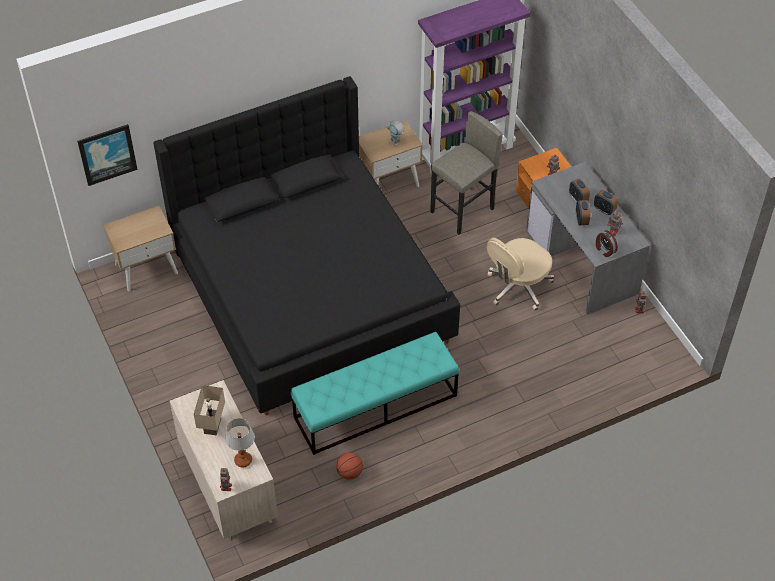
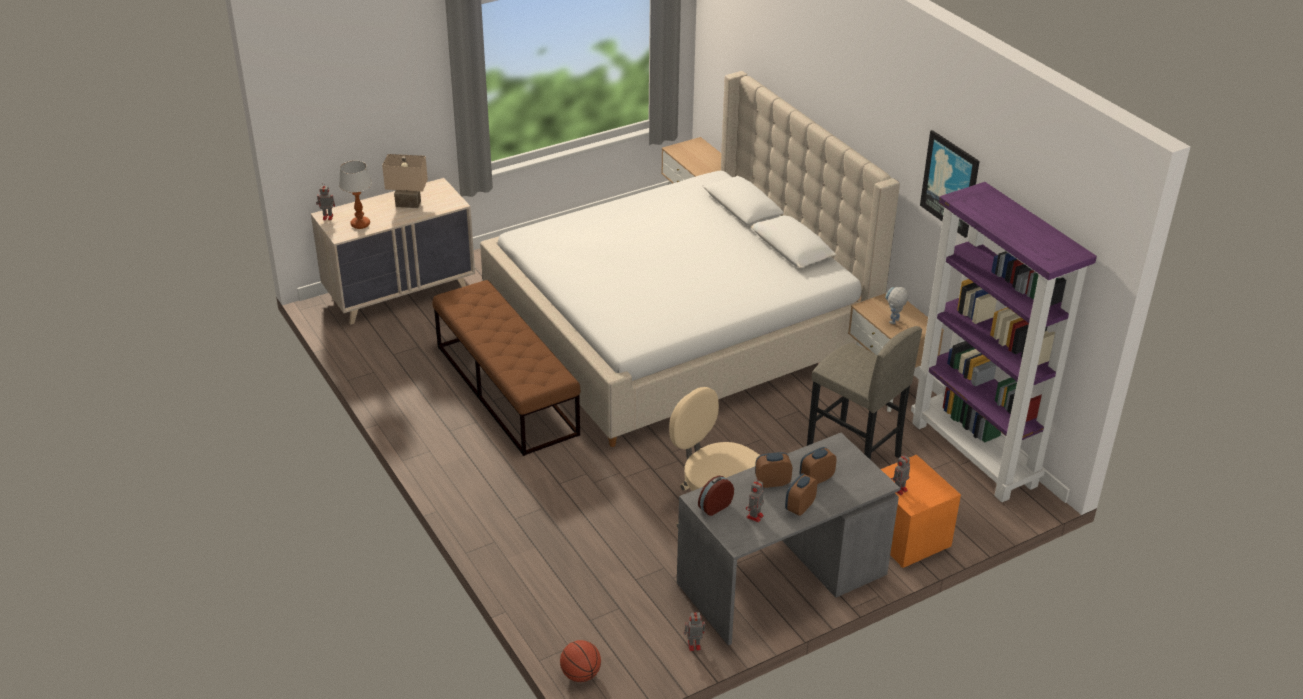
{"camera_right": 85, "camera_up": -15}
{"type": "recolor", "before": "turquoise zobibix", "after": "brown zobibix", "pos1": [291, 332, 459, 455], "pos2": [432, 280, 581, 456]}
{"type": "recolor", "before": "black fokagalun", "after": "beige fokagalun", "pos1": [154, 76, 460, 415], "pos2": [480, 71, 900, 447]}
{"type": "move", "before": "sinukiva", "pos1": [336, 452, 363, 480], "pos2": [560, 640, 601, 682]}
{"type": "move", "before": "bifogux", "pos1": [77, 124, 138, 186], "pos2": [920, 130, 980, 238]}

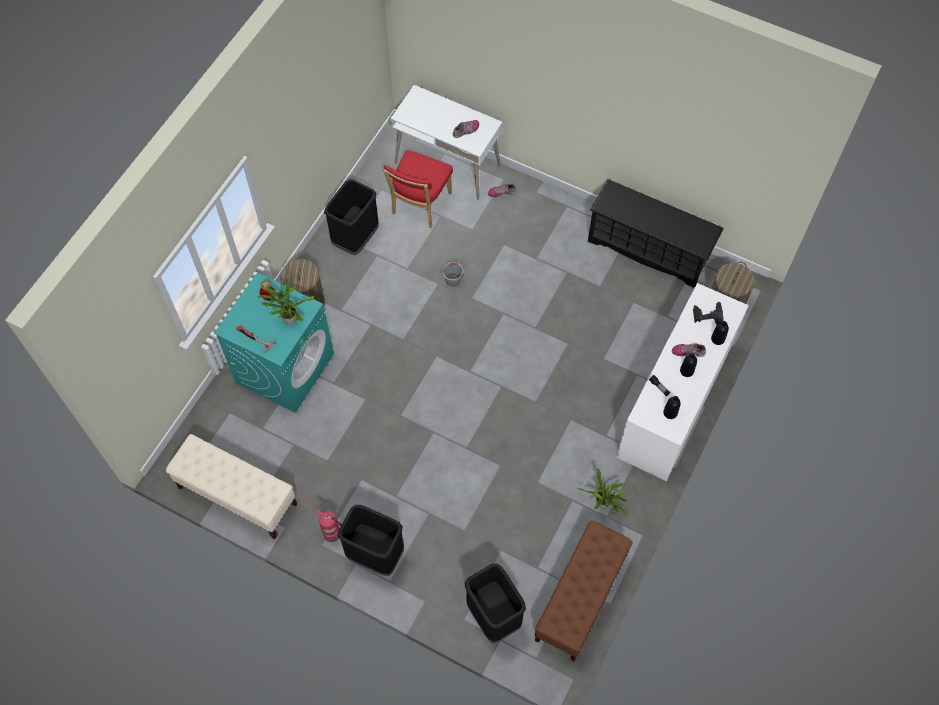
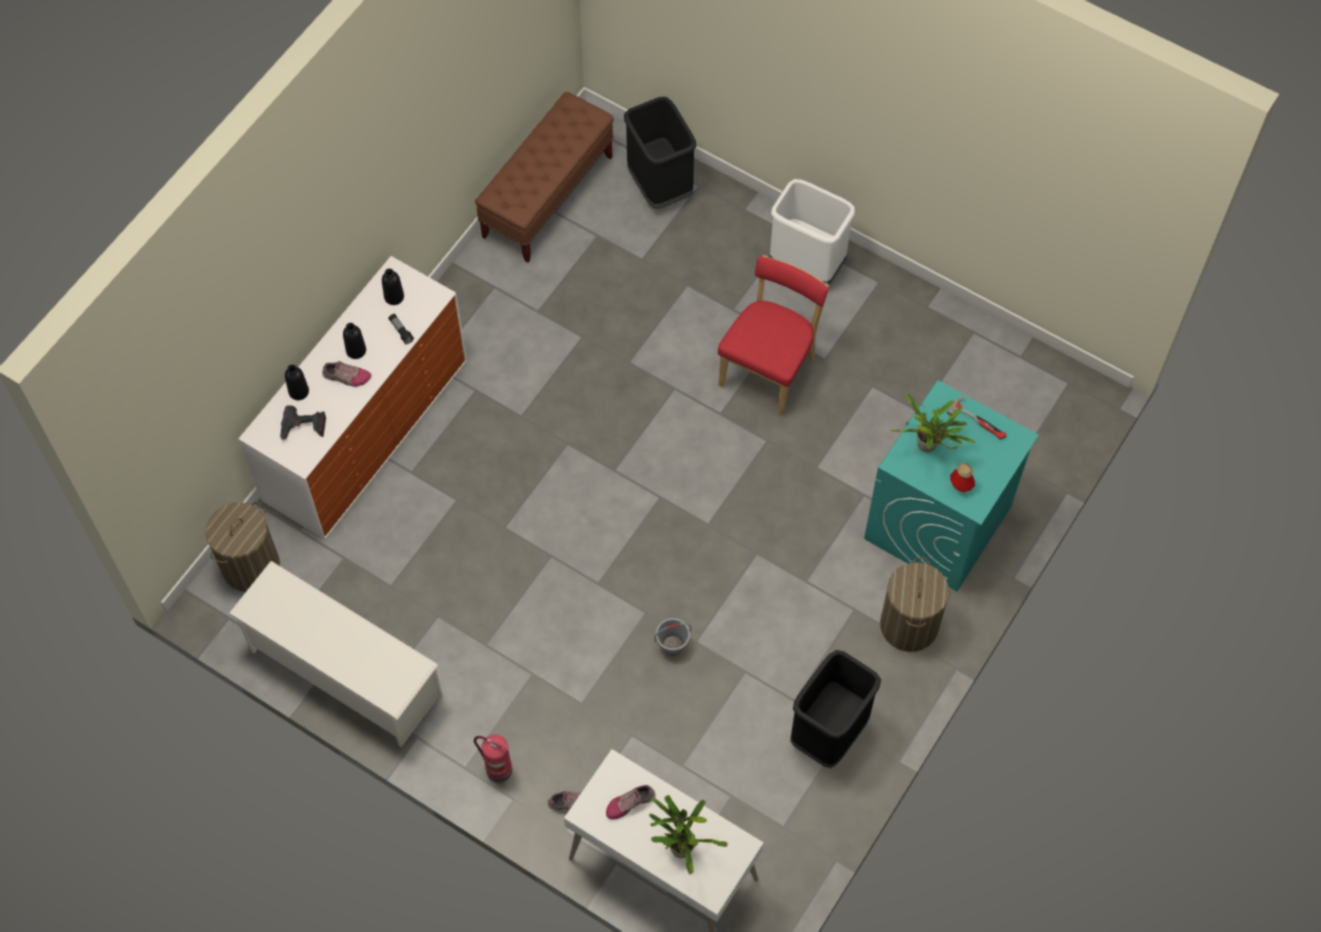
{"camera_right": -175, "camera_up": 0}
{"type": "recolor", "before": "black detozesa", "after": "white detozesa", "pos1": [588, 179, 724, 288], "pos2": [229, 561, 443, 747]}
{"type": "move", "before": "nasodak", "pos1": [315, 510, 342, 542], "pos2": [474, 734, 512, 782]}
{"type": "move", "before": "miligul", "pos1": [578, 468, 628, 515], "pos2": [649, 795, 728, 875]}
{"type": "move", "before": "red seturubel", "pos1": [383, 150, 453, 228], "pos2": [718, 255, 829, 416]}
{"type": "recolor", "before": "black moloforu", "after": "white moloforu", "pos1": [338, 505, 404, 576], "pos2": [770, 179, 855, 285]}
{"type": "delete", "before": "beige zobibix", "pos1": [166, 434, 297, 539]}

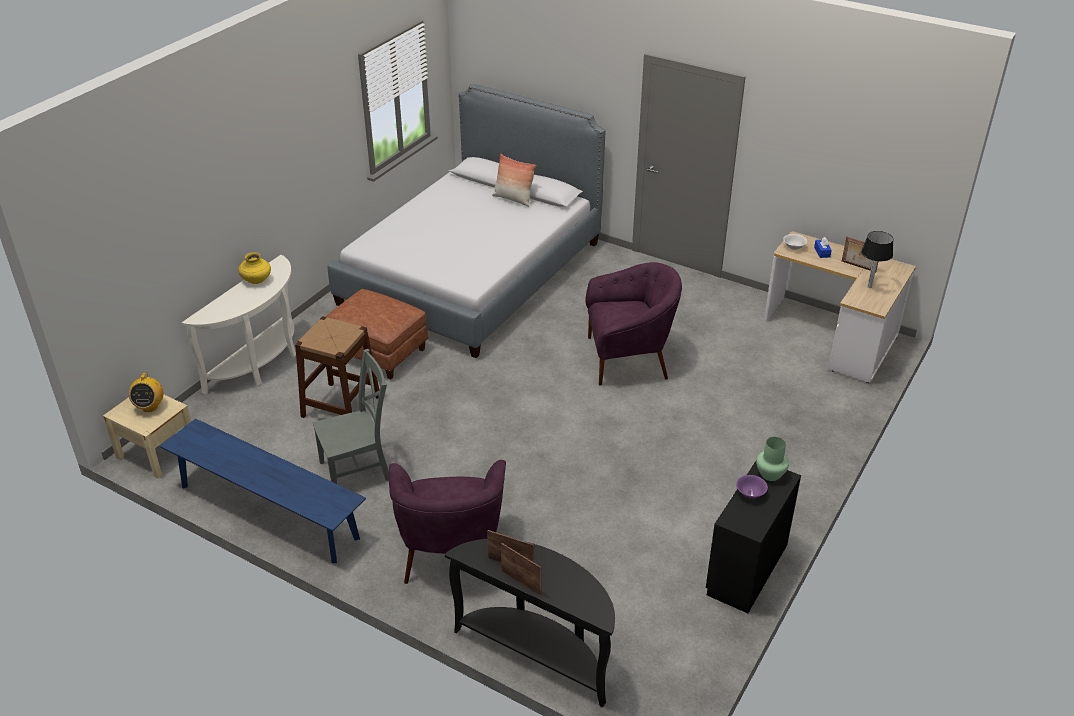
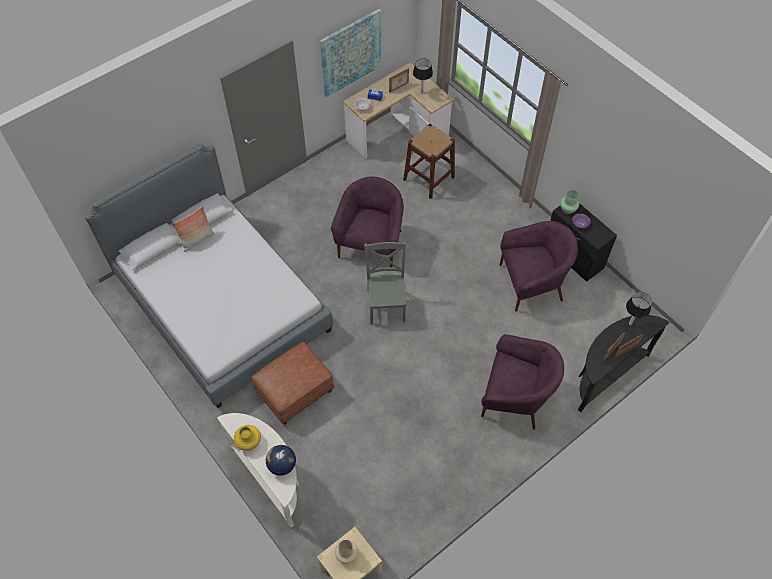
{"camera_right": -70, "camera_up": 20}
{"type": "insert", "after": "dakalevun", "pos2": [266, 445, 296, 476]}
{"type": "insert", "after": "bifogux", "pos2": [320, 9, 381, 97]}
{"type": "replace", "before": "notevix", "after": "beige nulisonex", "pos1": [129, 372, 164, 412], "pos2": [335, 540, 358, 564]}
{"type": "move", "before": "grey seturubel", "pos1": [313, 349, 389, 484], "pos2": [364, 241, 407, 324]}
{"type": "move", "before": "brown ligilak", "pos1": [295, 316, 380, 418], "pos2": [403, 124, 455, 199]}
{"type": "insert", "after": "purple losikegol", "pos2": [500, 221, 578, 311]}
{"type": "insert", "after": "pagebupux", "pos2": [626, 292, 652, 325]}
{"type": "delete", "before": "blue zobibix", "pos1": [160, 419, 366, 563]}

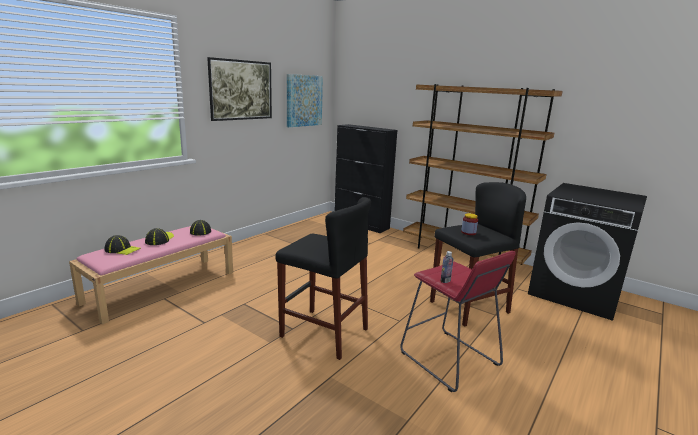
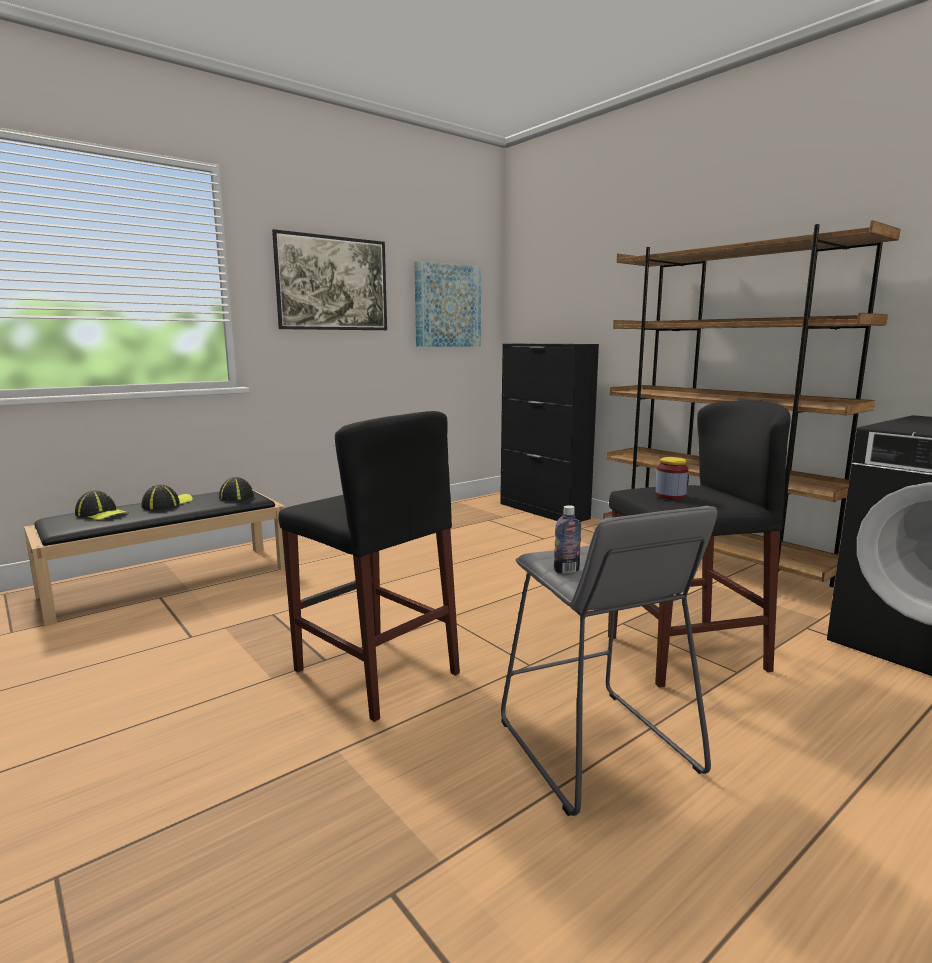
{"camera_right": 15, "camera_up": -5}
{"type": "recolor", "before": "pink zobibix", "after": "black zobibix", "pos1": [69, 226, 233, 325], "pos2": [24, 491, 285, 626]}
{"type": "recolor", "before": "red ligilak", "after": "grey ligilak", "pos1": [400, 251, 516, 392], "pos2": [501, 506, 717, 816]}

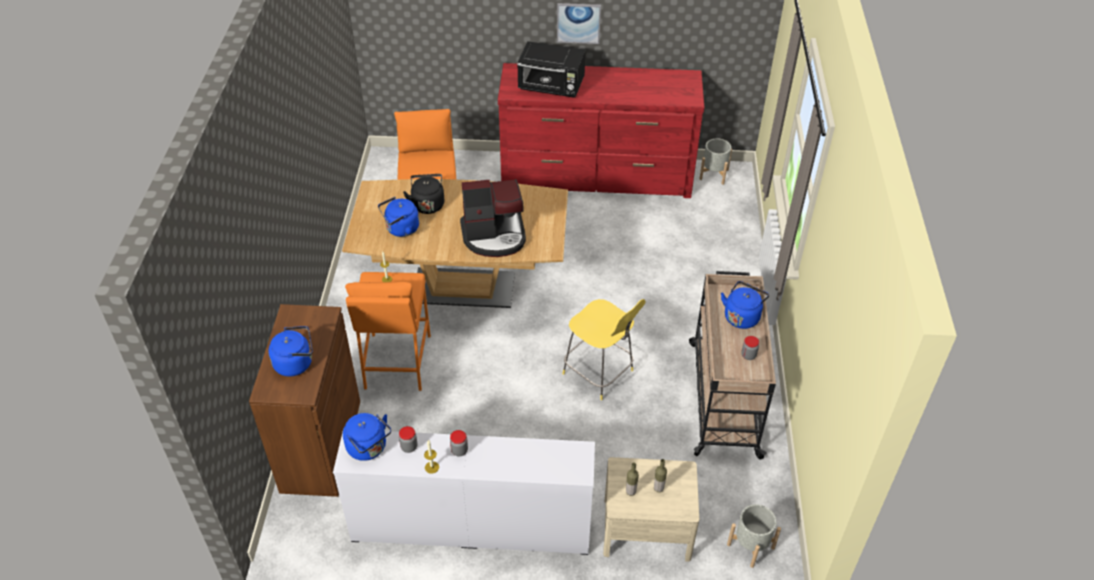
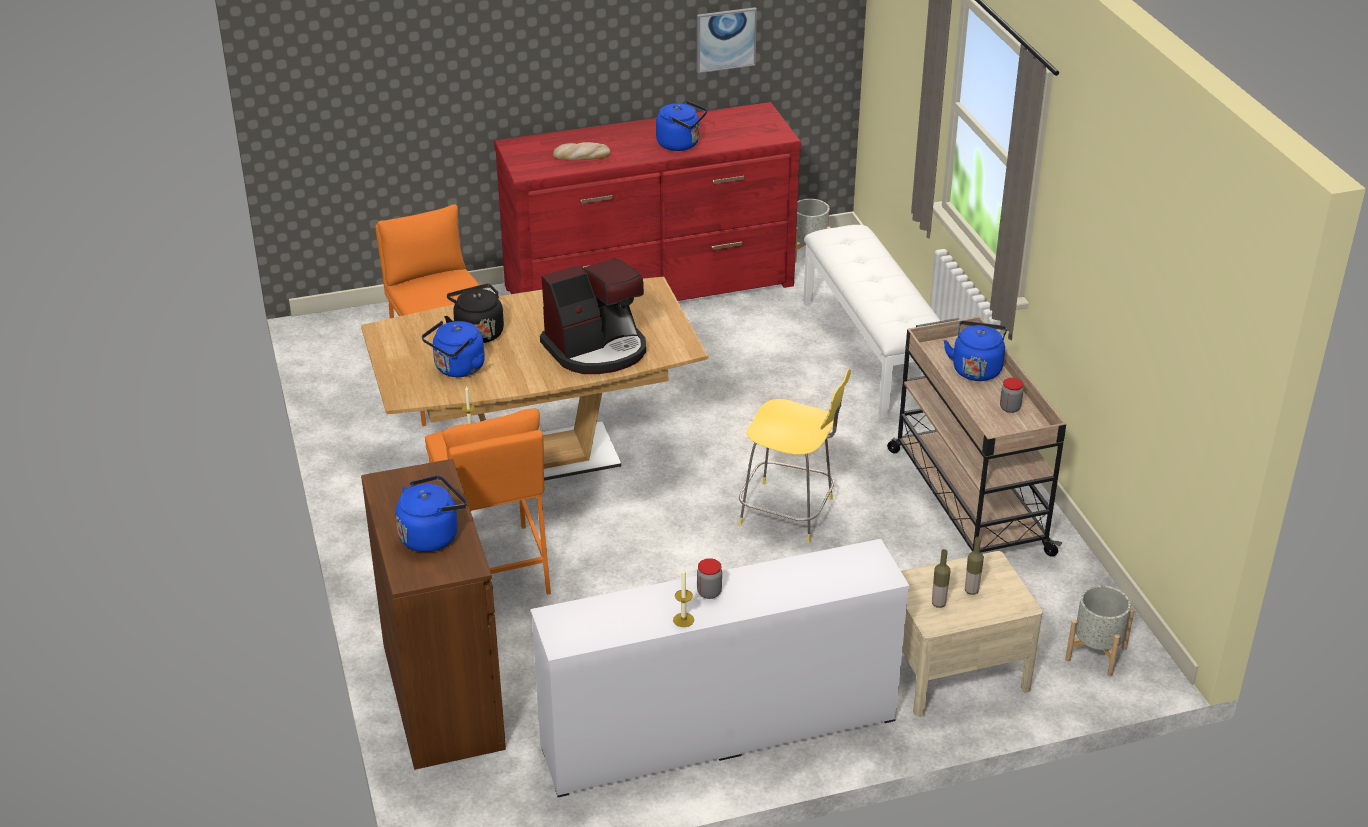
{"camera_right": -20, "camera_up": -10}
{"type": "replace", "before": "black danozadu", "after": "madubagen", "pos1": [517, 41, 585, 98], "pos2": [553, 142, 610, 160]}
{"type": "move", "before": "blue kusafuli", "pos1": [343, 413, 391, 461], "pos2": [656, 100, 707, 151]}
{"type": "move", "before": "bifogux", "pos1": [557, 3, 601, 44], "pos2": [697, 7, 757, 73]}
{"type": "insert", "after": "white zobibix", "pos2": [803, 225, 941, 418]}
{"type": "delete", "before": "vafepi", "pos1": [399, 426, 417, 453]}

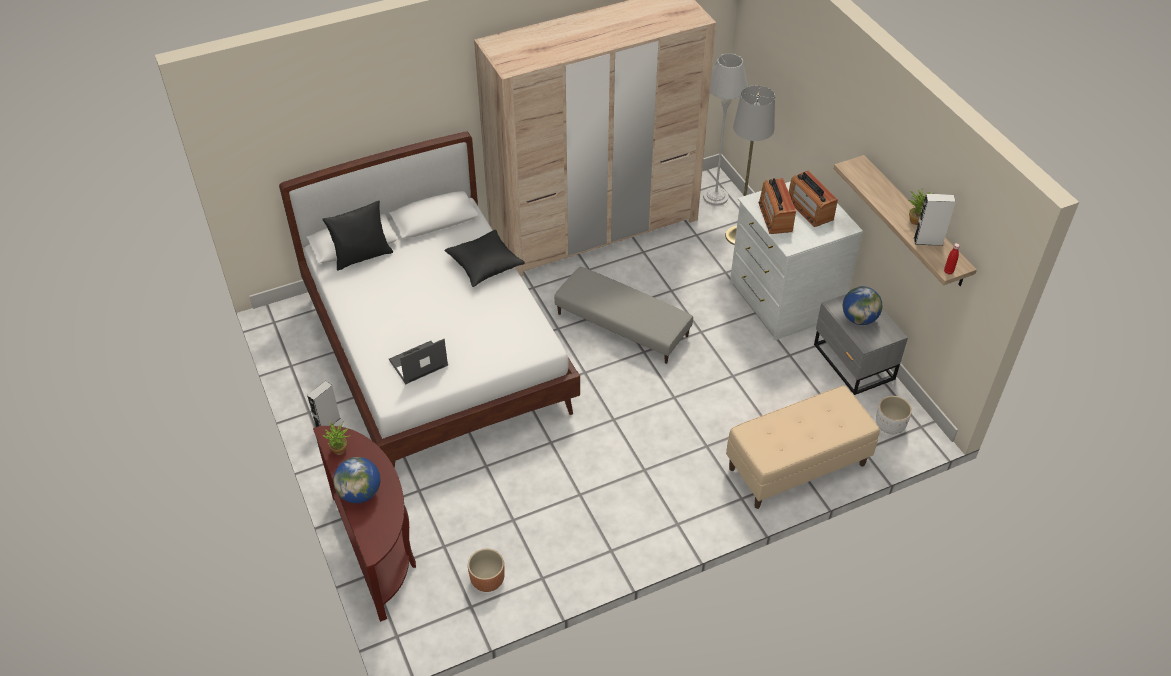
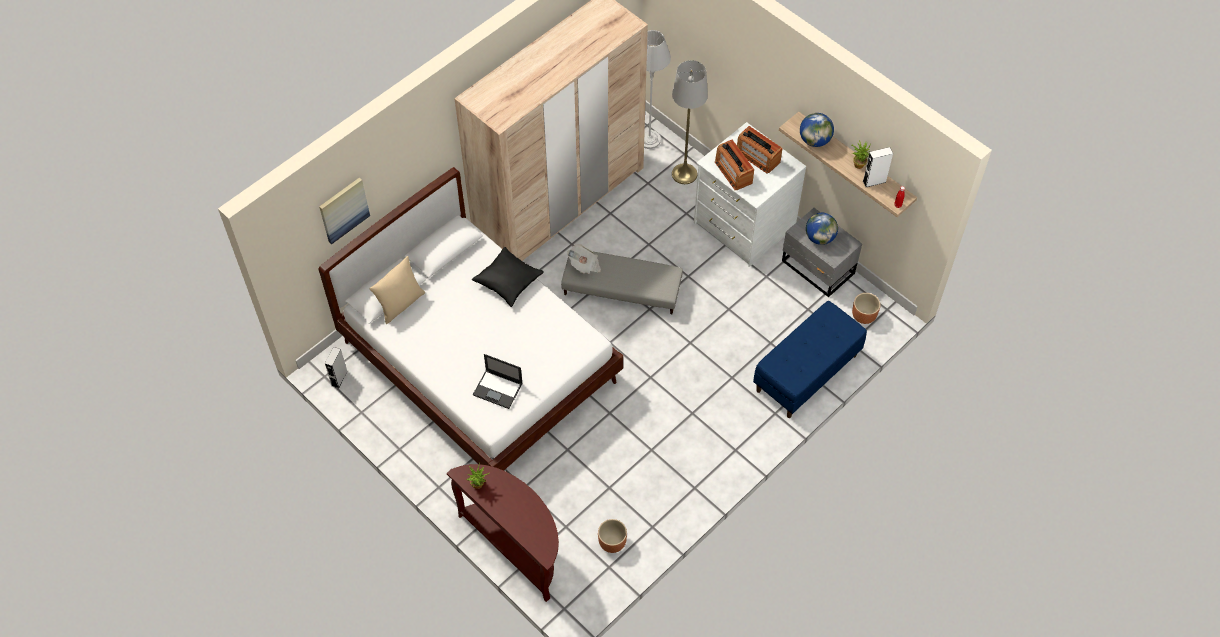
{"camera_right": -20, "camera_up": 10}
{"type": "insert", "after": "bifogux", "pos2": [319, 178, 370, 244]}
{"type": "move", "before": "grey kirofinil", "pos1": [307, 381, 341, 427], "pos2": [325, 347, 348, 388]}
{"type": "recolor", "before": "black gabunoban", "after": "beige gabunoban", "pos1": [323, 200, 393, 271], "pos2": [369, 256, 425, 324]}
{"type": "rotate", "before": "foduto", "pos1": [389, 339, 448, 384], "pos2": [473, 354, 523, 409], "turn": -105}
{"type": "insert", "after": "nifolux", "pos2": [567, 244, 601, 274]}
{"type": "recolor", "before": "beige zobibix", "after": "blue zobibix", "pos1": [726, 385, 880, 509], "pos2": [753, 301, 867, 418]}
{"type": "move", "before": "dakalevun", "pos1": [333, 457, 380, 503], "pos2": [800, 113, 834, 147]}
{"type": "recolor", "before": "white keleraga", "after": "brown keleraga", "pos1": [876, 396, 912, 434], "pos2": [852, 293, 880, 324]}

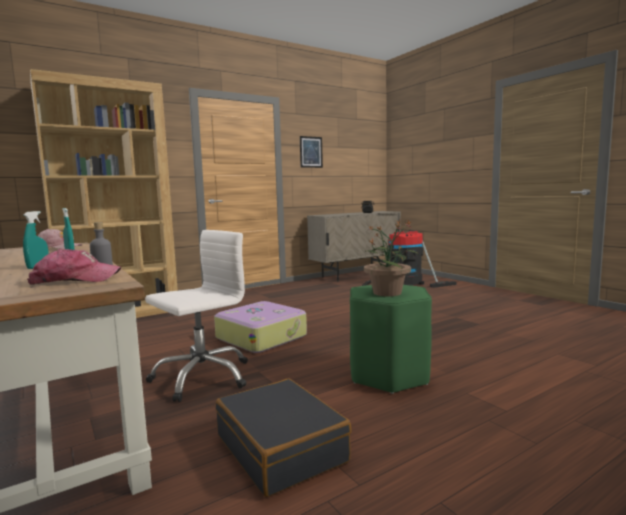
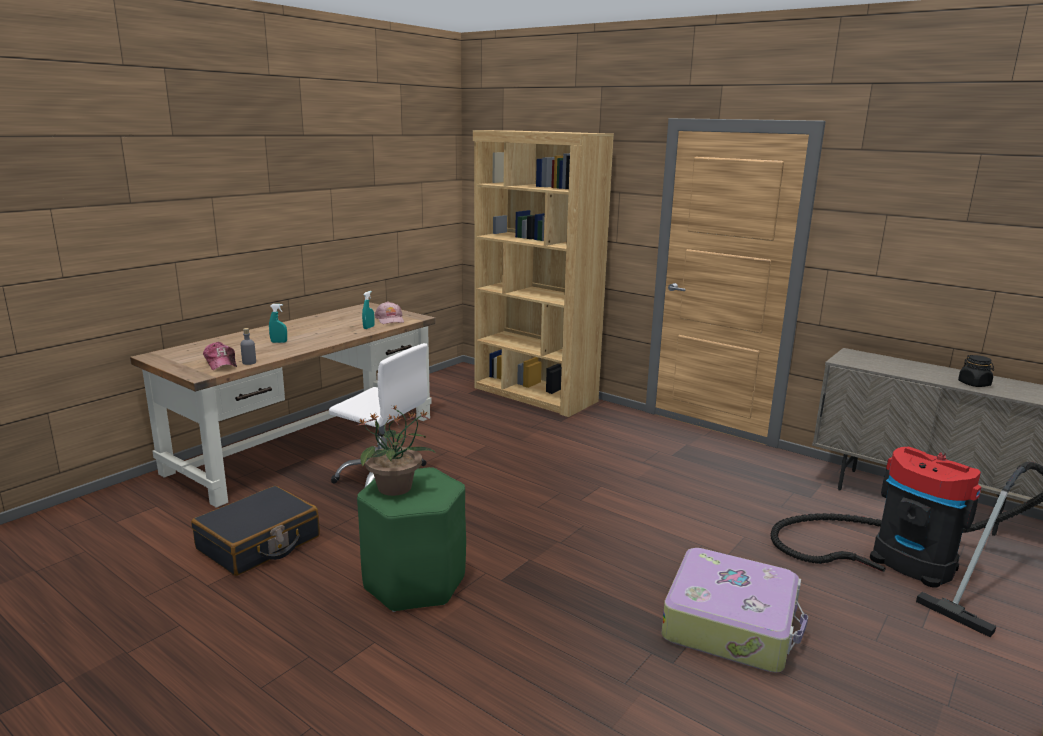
{"camera_right": 70, "camera_up": 10}
{"type": "move", "before": "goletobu", "pos1": [214, 301, 307, 353], "pos2": [661, 548, 808, 673]}
{"type": "delete", "before": "bifogux", "pos1": [300, 136, 323, 168]}

